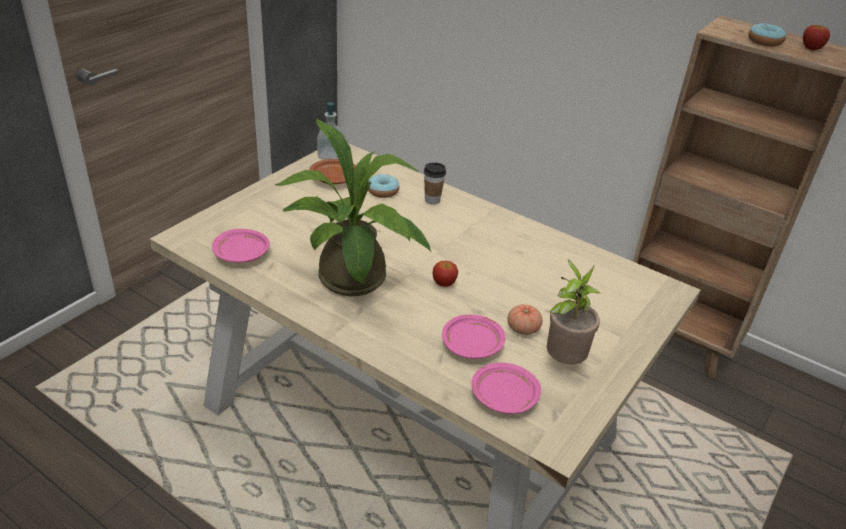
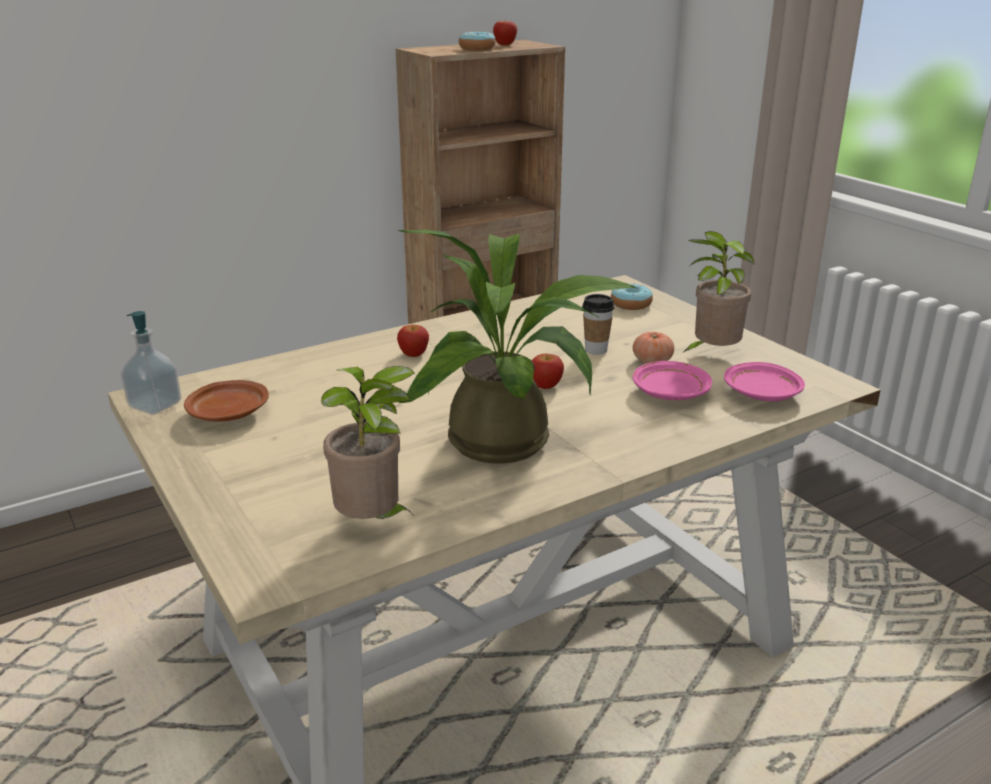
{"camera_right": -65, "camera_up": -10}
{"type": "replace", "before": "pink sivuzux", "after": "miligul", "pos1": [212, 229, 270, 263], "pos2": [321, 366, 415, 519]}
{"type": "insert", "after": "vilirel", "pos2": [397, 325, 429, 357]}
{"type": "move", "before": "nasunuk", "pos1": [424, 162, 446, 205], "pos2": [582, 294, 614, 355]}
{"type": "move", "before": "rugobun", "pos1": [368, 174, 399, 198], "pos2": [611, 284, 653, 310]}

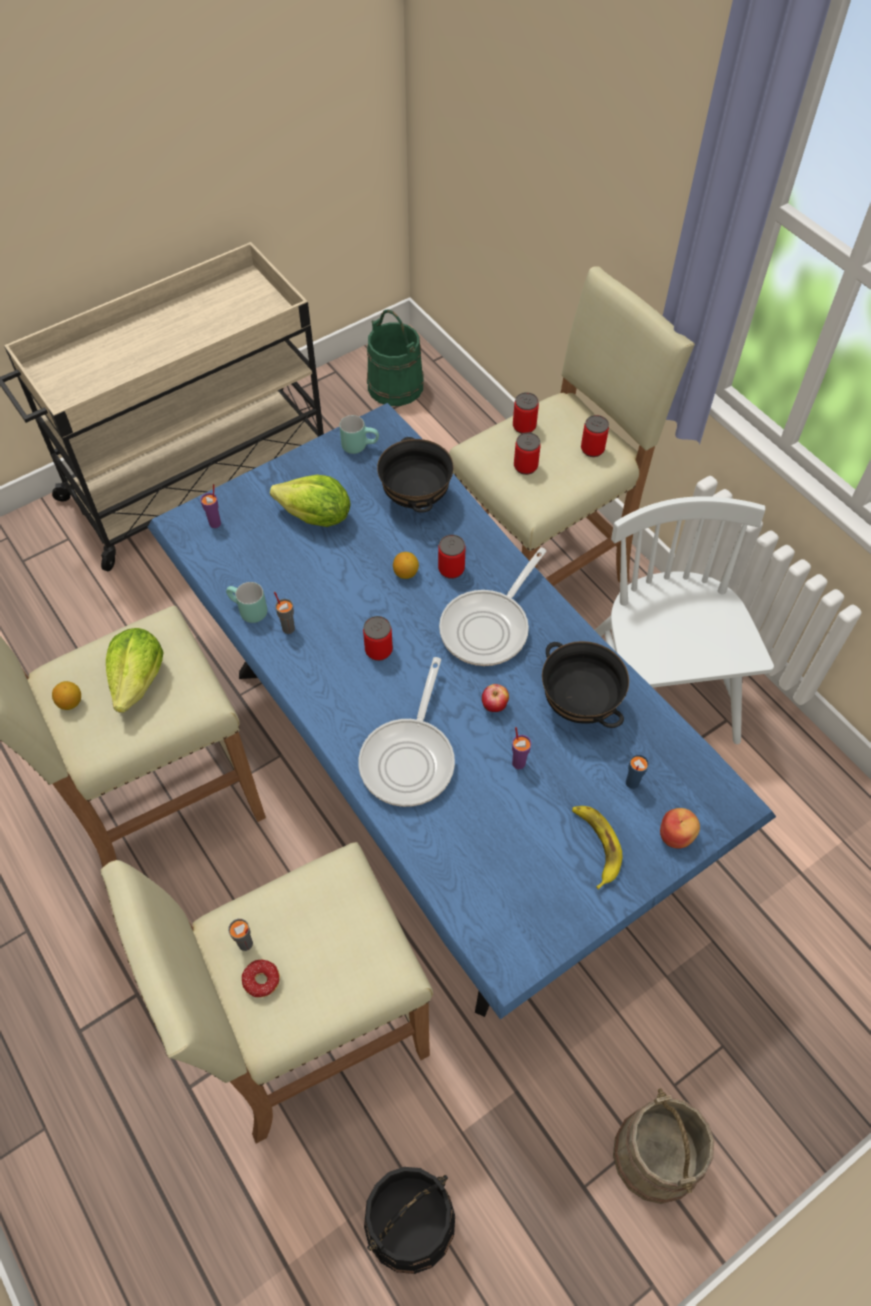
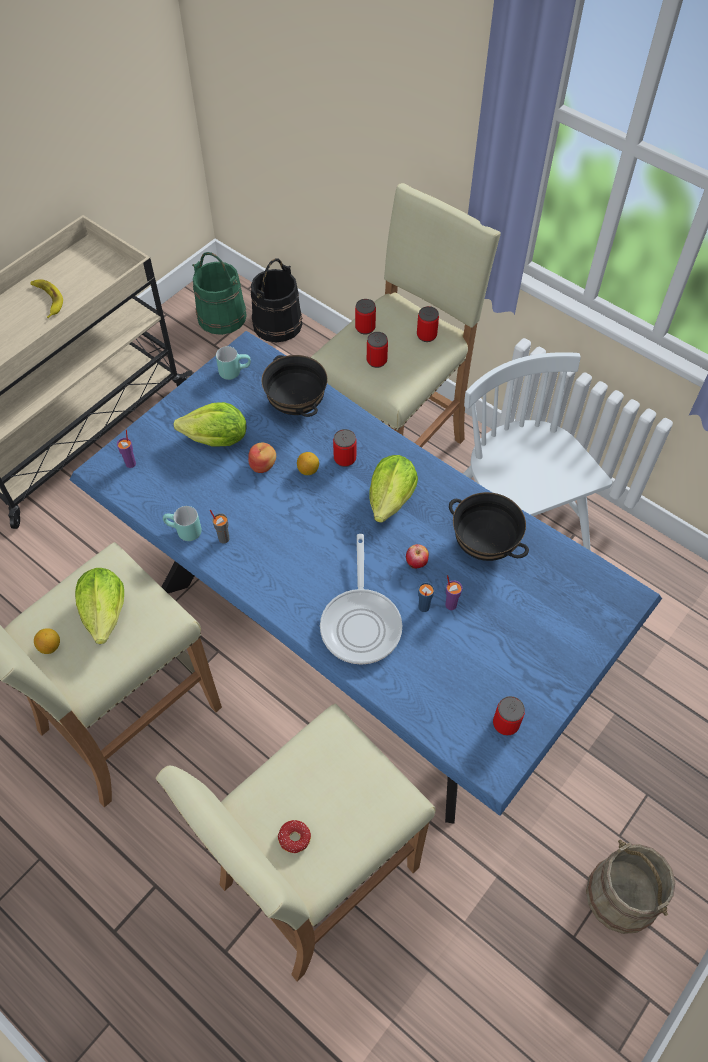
{"camera_right": -15, "camera_up": 0}
{"type": "move", "before": "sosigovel", "pos1": [572, 806, 622, 889], "pos2": [30, 279, 63, 318]}
{"type": "move", "before": "vilirel", "pos1": [660, 808, 700, 849], "pos2": [248, 443, 276, 473]}
{"type": "move", "before": "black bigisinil", "pos1": [364, 1167, 455, 1274], "pos2": [251, 258, 302, 342]}
{"type": "replace", "before": "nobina", "after": "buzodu", "pos1": [439, 547, 547, 666], "pos2": [369, 455, 418, 523]}
{"type": "move", "before": "blue nasunuk", "pos1": [626, 754, 649, 789], "pos2": [418, 582, 434, 612]}
{"type": "move", "before": "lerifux", "pos1": [363, 616, 393, 661], "pos2": [493, 696, 525, 736]}
{"type": "delete", "before": "grey nasunuk", "pos1": [228, 919, 253, 951]}

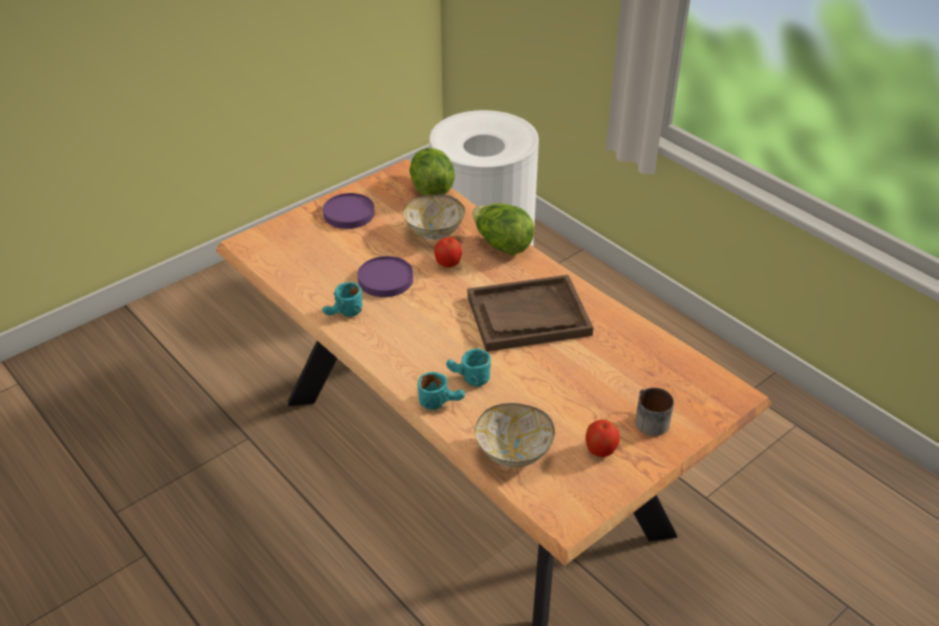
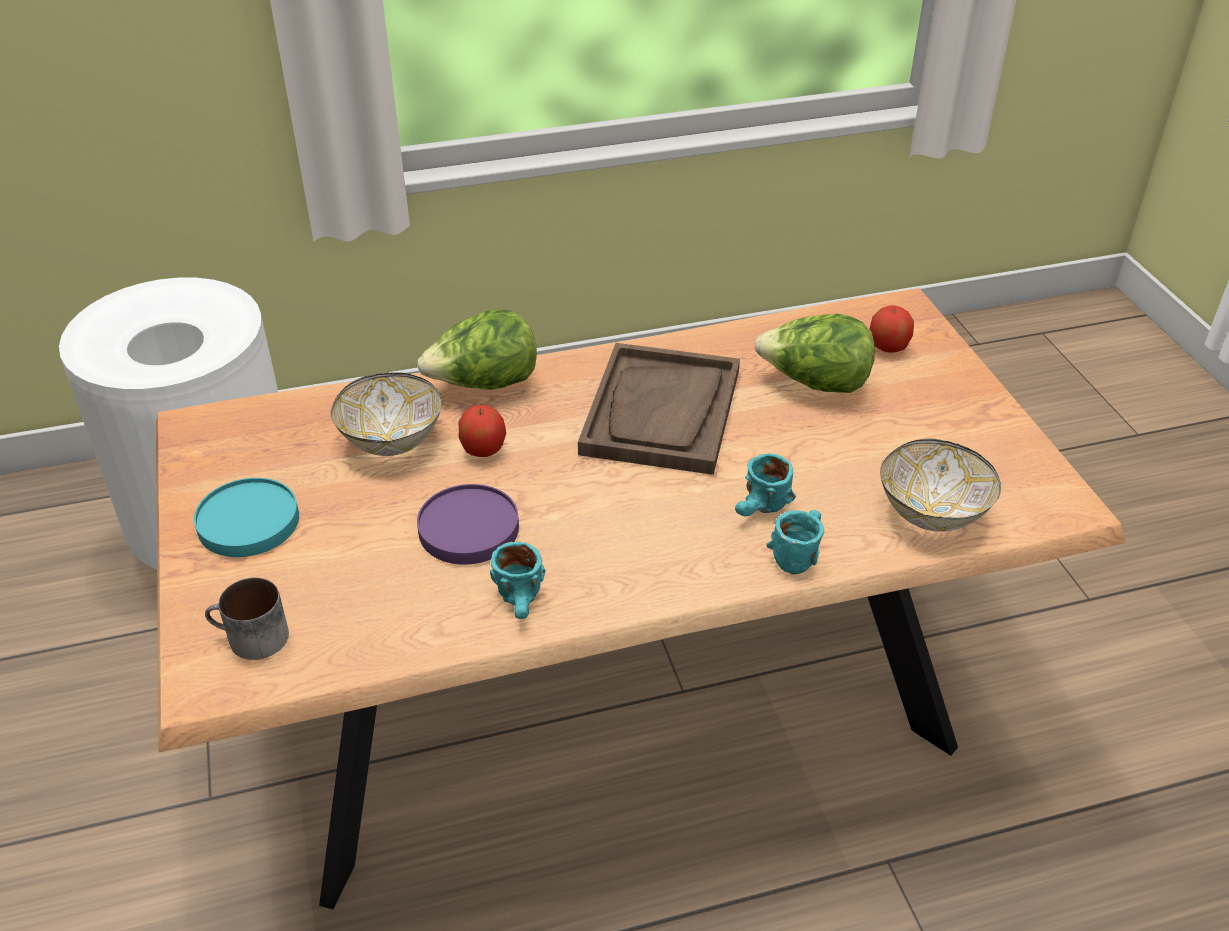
{"camera_right": -65, "camera_up": 0}
{"type": "recolor", "before": "purple sivuzux", "after": "turquoise sivuzux", "pos1": [323, 193, 375, 229], "pos2": [194, 478, 299, 557]}
{"type": "move", "before": "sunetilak", "pos1": [635, 388, 674, 436], "pos2": [205, 578, 289, 660]}
{"type": "move", "before": "buzodu", "pos1": [409, 148, 455, 196], "pos2": [754, 314, 875, 393]}
{"type": "move", "before": "vilirel", "pos1": [586, 419, 620, 457], "pos2": [870, 305, 914, 353]}

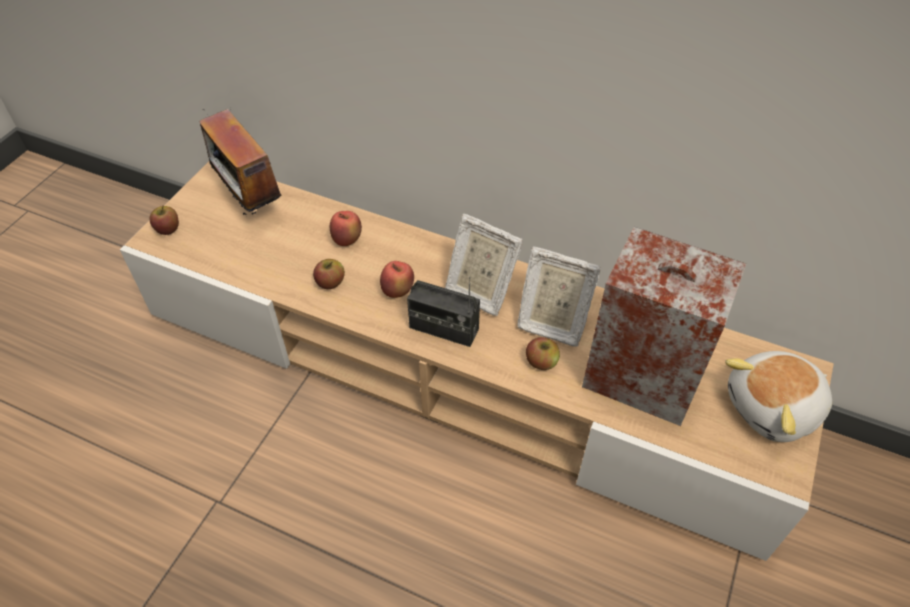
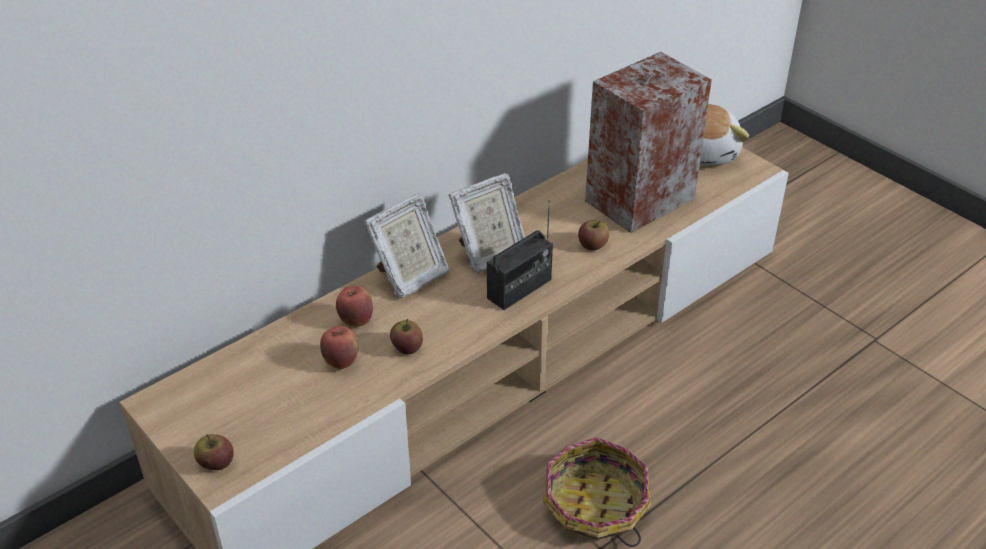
{"camera_right": -65, "camera_up": -10}
{"type": "move", "before": "vilirel", "pos1": [380, 261, 414, 298], "pos2": [320, 326, 359, 369]}
{"type": "move", "before": "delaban", "pos1": [517, 247, 601, 347], "pos2": [364, 193, 450, 298]}
{"type": "insert", "after": "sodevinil", "pos2": [543, 437, 651, 547]}
{"type": "delete", "before": "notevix", "pos1": [200, 109, 281, 215]}

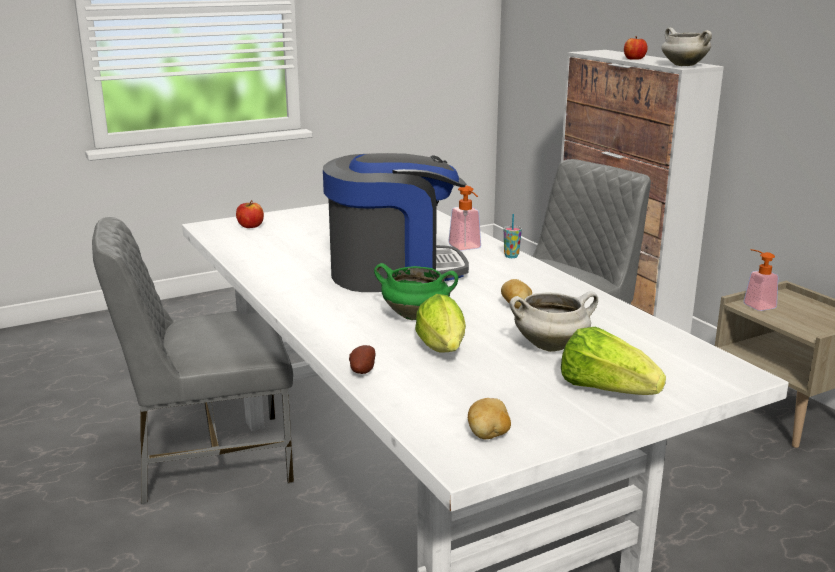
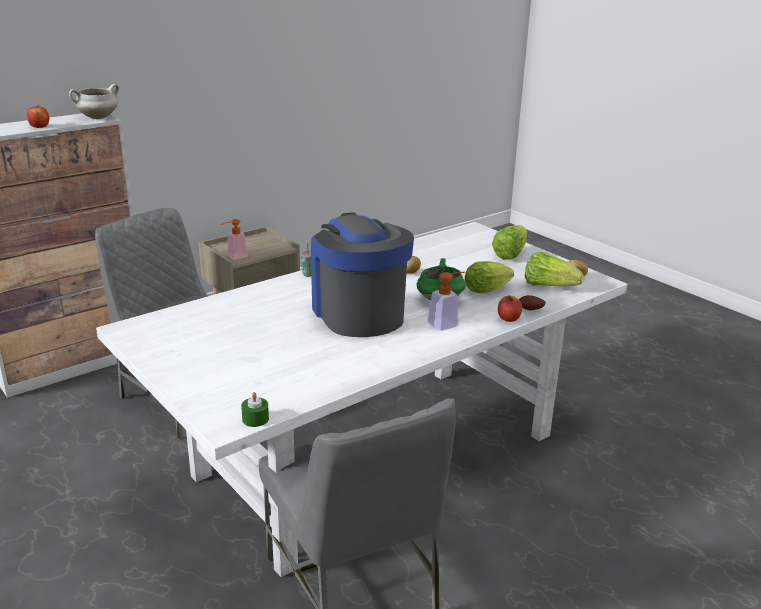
{"camera_right": -100, "camera_up": 5}
{"type": "insert", "after": "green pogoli", "pos2": [241, 392, 269, 427]}
{"type": "move", "before": "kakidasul", "pos1": [448, 185, 481, 251], "pos2": [428, 272, 465, 331]}
{"type": "move", "before": "vilirel", "pos1": [236, 200, 264, 228], "pos2": [498, 295, 522, 322]}
{"type": "insert", "after": "buzodu", "pos2": [525, 252, 583, 286]}
{"type": "delete", "before": "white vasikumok", "pos1": [509, 291, 598, 352]}

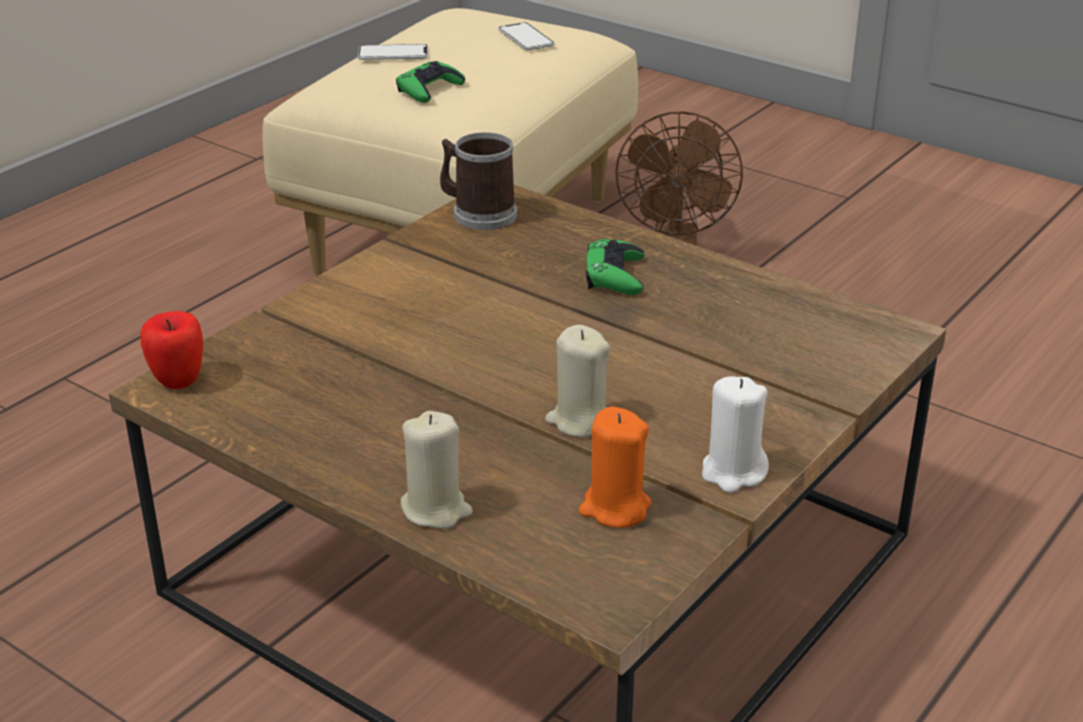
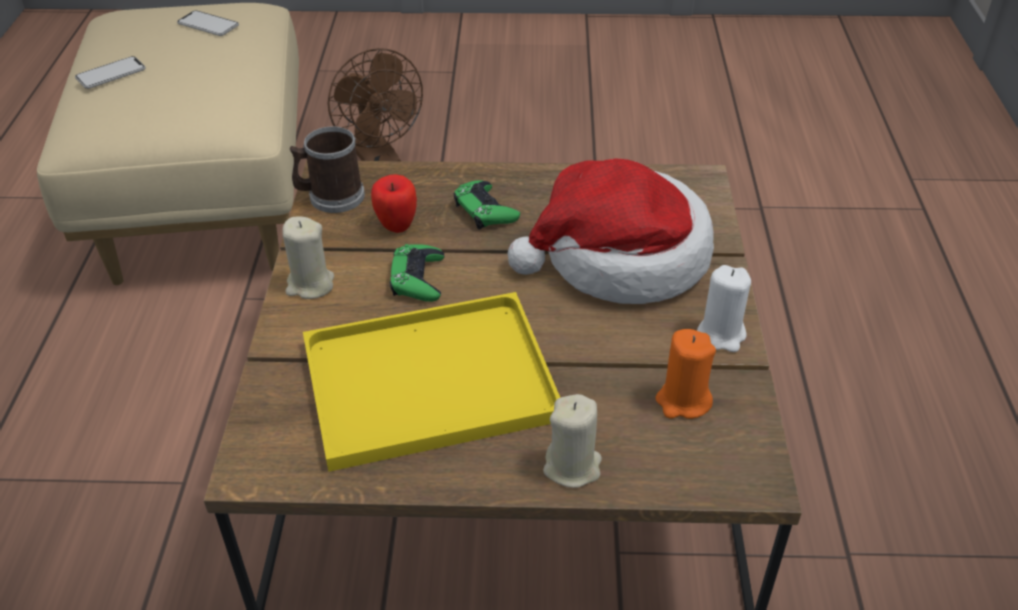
{"camera_right": -35, "camera_up": 10}
{"type": "move", "before": "beige pogoli", "pos1": [545, 325, 610, 438], "pos2": [283, 217, 334, 299]}
{"type": "insert", "after": "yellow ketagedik", "pos2": [303, 292, 560, 472]}
{"type": "move", "before": "vilirel", "pos1": [140, 311, 203, 389], "pos2": [371, 174, 417, 233]}
{"type": "move", "before": "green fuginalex", "pos1": [396, 61, 465, 103], "pos2": [389, 244, 444, 302]}
{"type": "insert", "after": "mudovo", "pos2": [508, 158, 714, 304]}

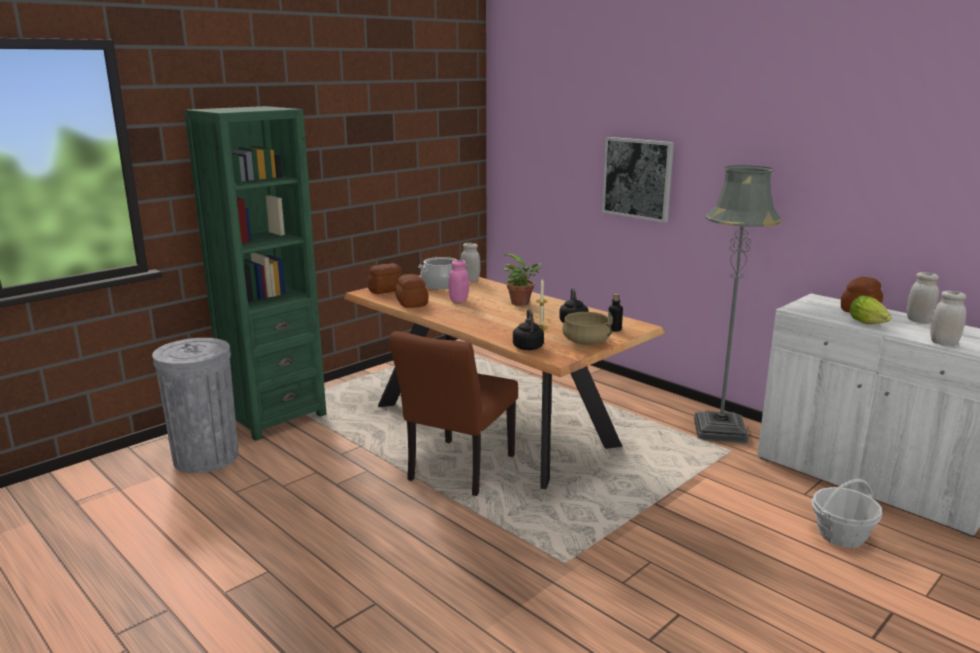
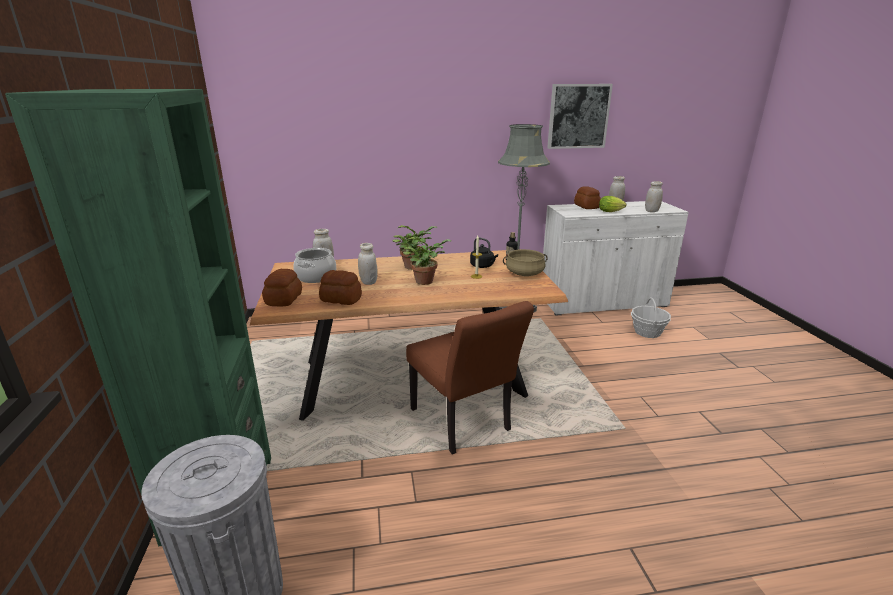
{"camera_right": -55, "camera_up": 5}
{"type": "recolor", "before": "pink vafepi", "after": "white vafepi", "pos1": [448, 260, 469, 302], "pos2": [358, 243, 378, 285]}
{"type": "insert", "after": "miligul", "pos2": [403, 237, 452, 285]}
{"type": "move", "before": "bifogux", "pos1": [602, 137, 674, 223], "pos2": [547, 84, 613, 149]}
{"type": "delete", "before": "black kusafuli", "pos1": [513, 309, 544, 350]}

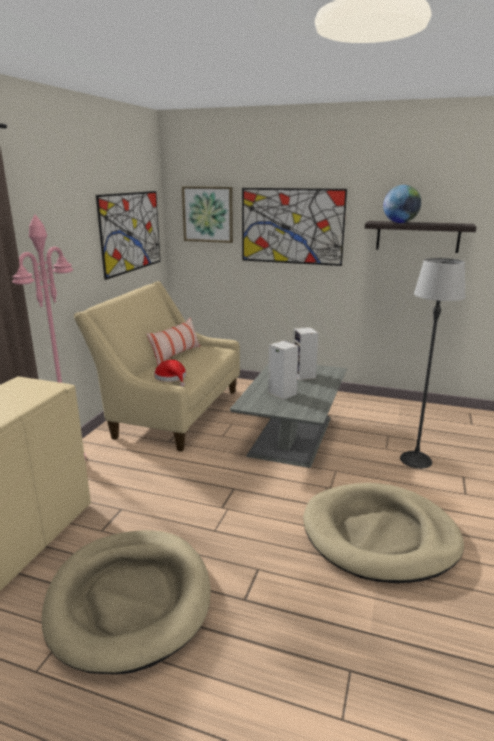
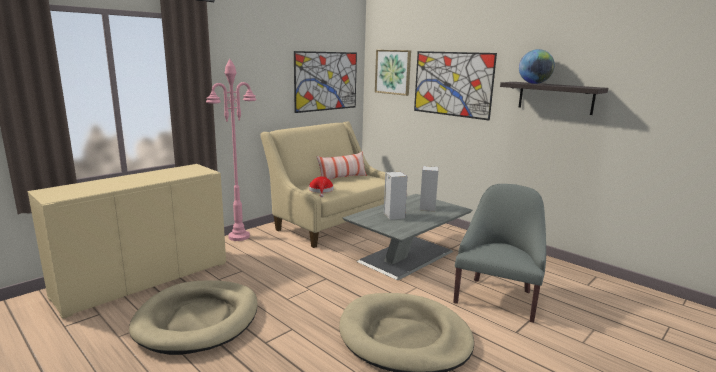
{"camera_right": 25, "camera_up": -5}
{"type": "replace", "before": "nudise", "after": "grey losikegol", "pos1": [400, 258, 466, 469], "pos2": [453, 184, 546, 323]}

